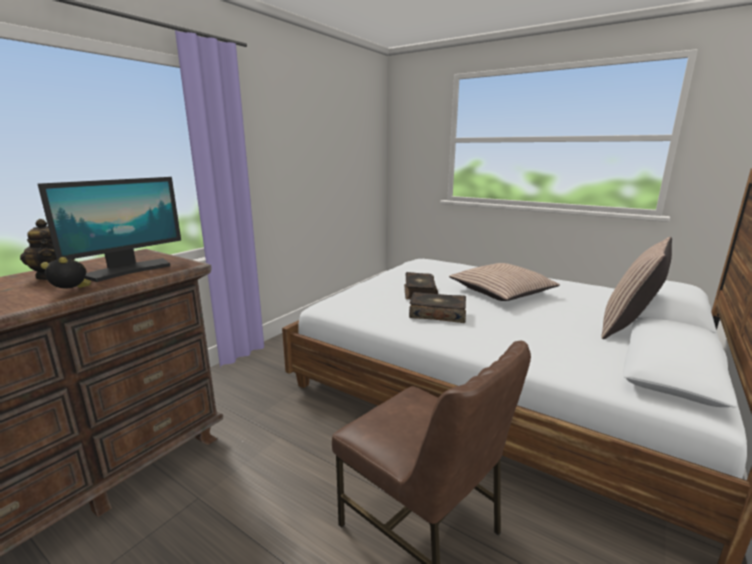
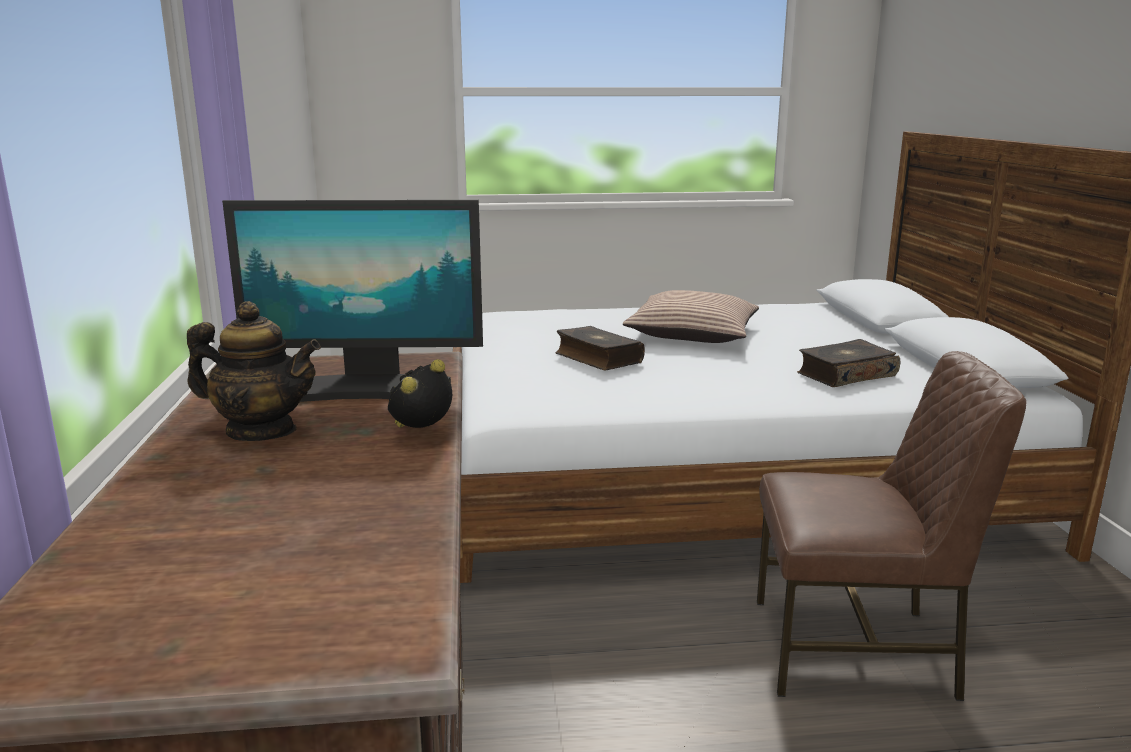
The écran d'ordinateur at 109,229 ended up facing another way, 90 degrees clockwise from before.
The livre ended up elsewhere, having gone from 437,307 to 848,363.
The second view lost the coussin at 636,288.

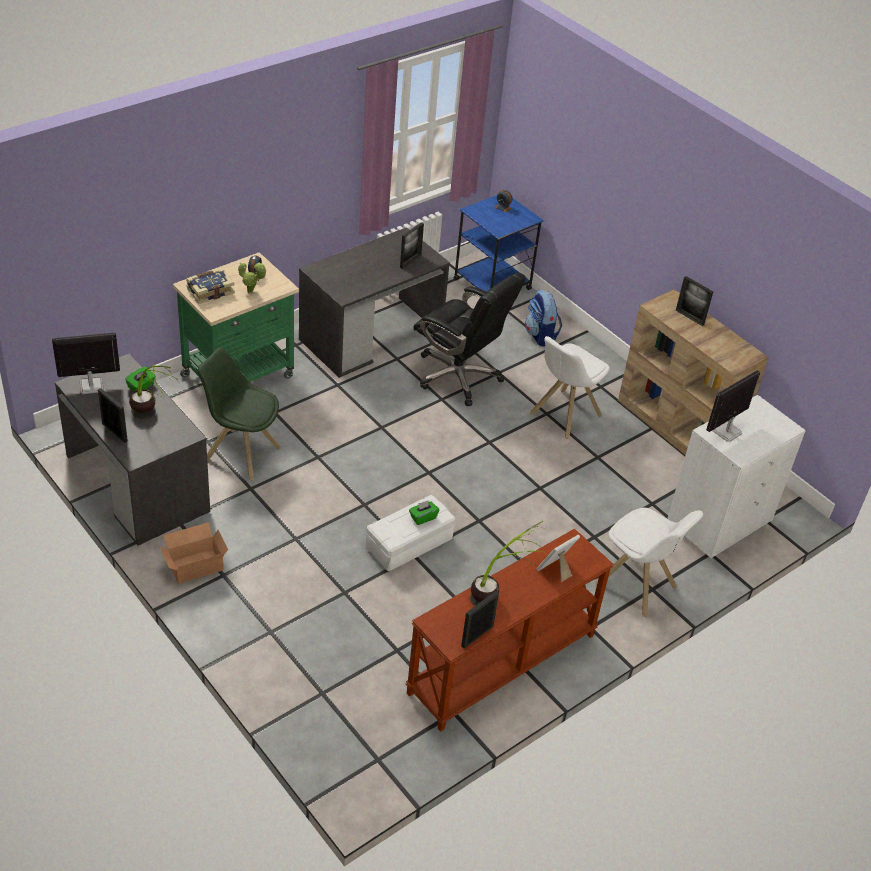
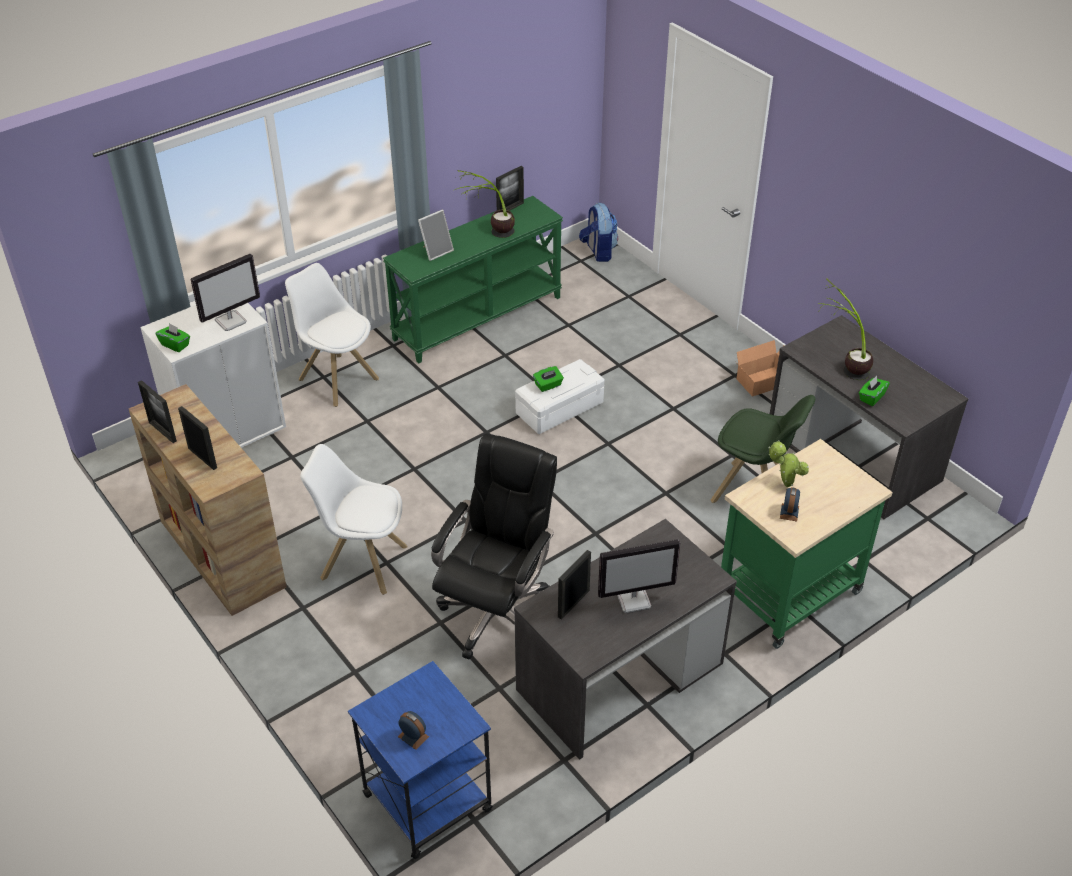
The cadre photo ended up elsewhere, having gone from 113,415 to 157,411.
The second view gained the boîte à mouchoirs (vert) at 173,337.
The chaise (blanc) at 570,387 ended up facing another way, 120 degrees counterclockwise from before.
What was the table console (marron) at 510,630 turned into the table console (vert) at 473,280.
The chaise de bureau (noir) at 469,339 ended up facing another way, 75 degrees clockwise from before.
The sac à dos ended up elsewhere, having gone from 543,318 to 598,232.
The écran d'ordinateur ended up elsewhere, having gone from 86,363 to 639,576.
The second view lost the livre at 210,286.

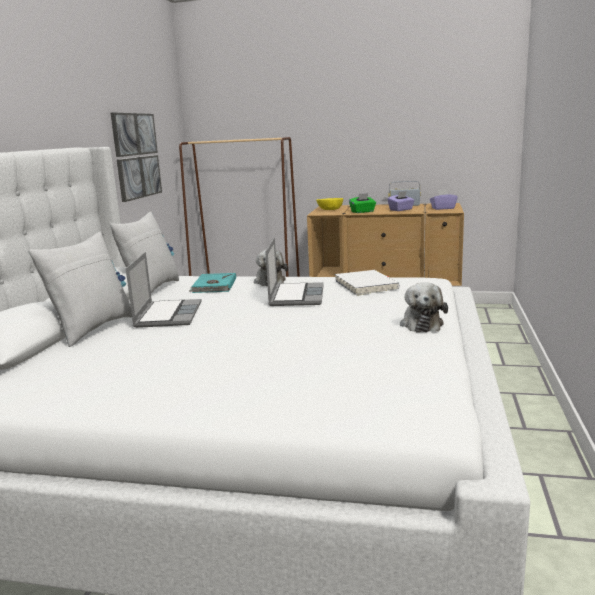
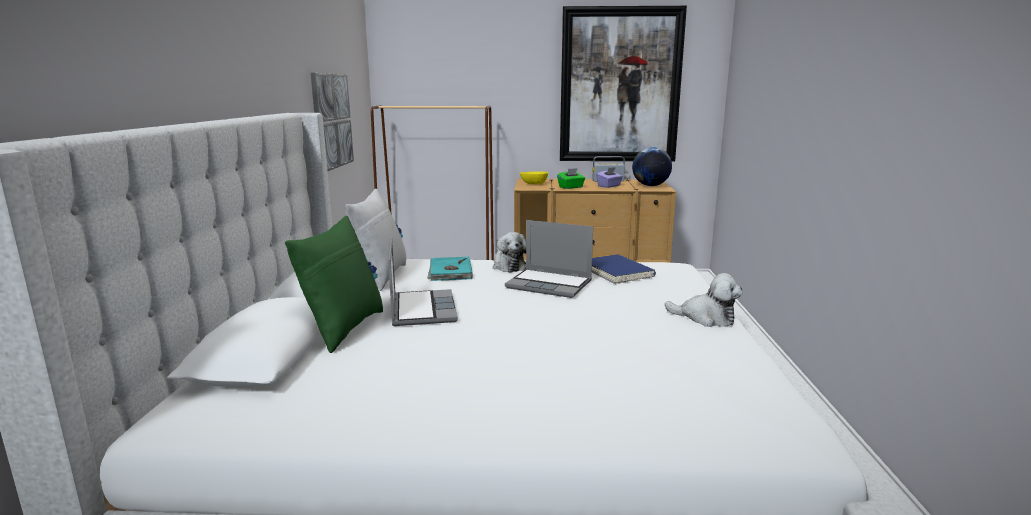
What was the coussin (gris) at 80,289 turned into the coussin (vert) at 334,284.
The ordinateur portable at 294,271 ended up facing another way, 120 degrees clockwise from before.
The second view gained the tableau at 623,84.
What was the livre (blanc) at 367,283 turned into the livre (bleu) at 624,269.
Where the boîte à mouchoirs (violet) stood at 444,199, the globe came to stand at 652,166.
The peluche at 424,307 ended up facing another way, 60 degrees counterclockwise from before.

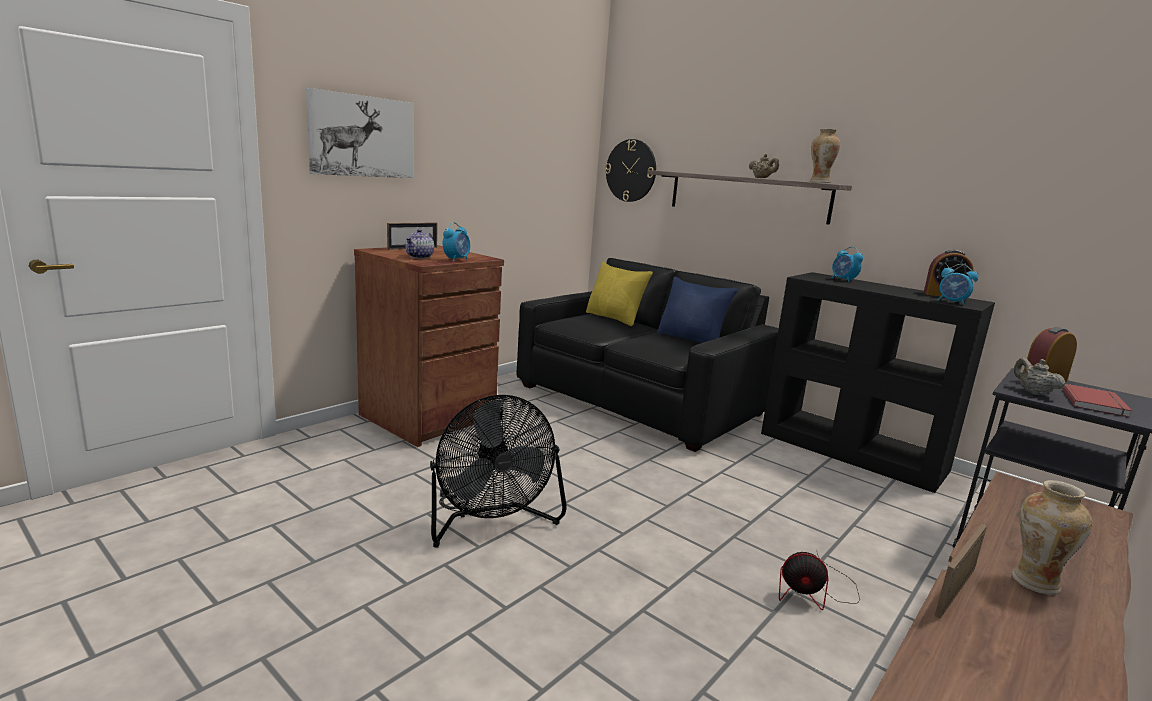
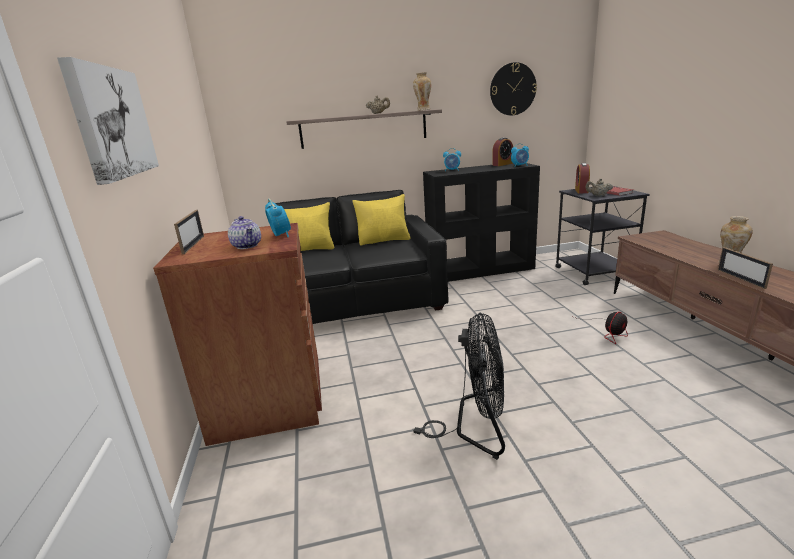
What was the coussin (bleu) at 697,310 turned into the coussin (jaune) at 382,219.
The horloge murale ended up elsewhere, having gone from 630,170 to 513,88.

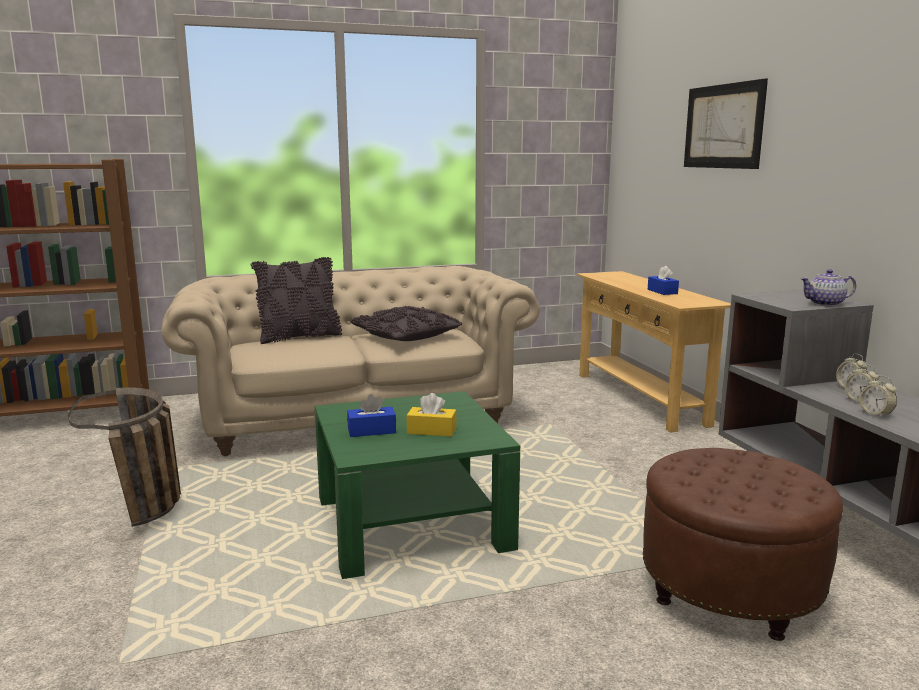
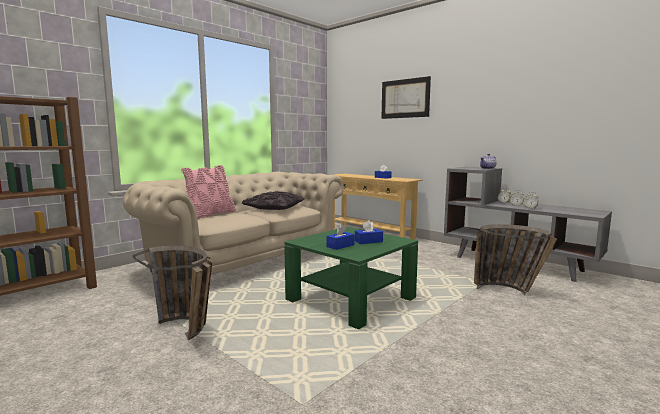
What was the coussin (noir) at 296,300 turned into the coussin (rose) at 208,192.
What was the boîte à mouchoirs (jaune) at 431,415 turned into the boîte à mouchoirs (bleu) at 369,232.
Where the pouf (marron) stood at 743,544, the panier came to stand at 515,260.

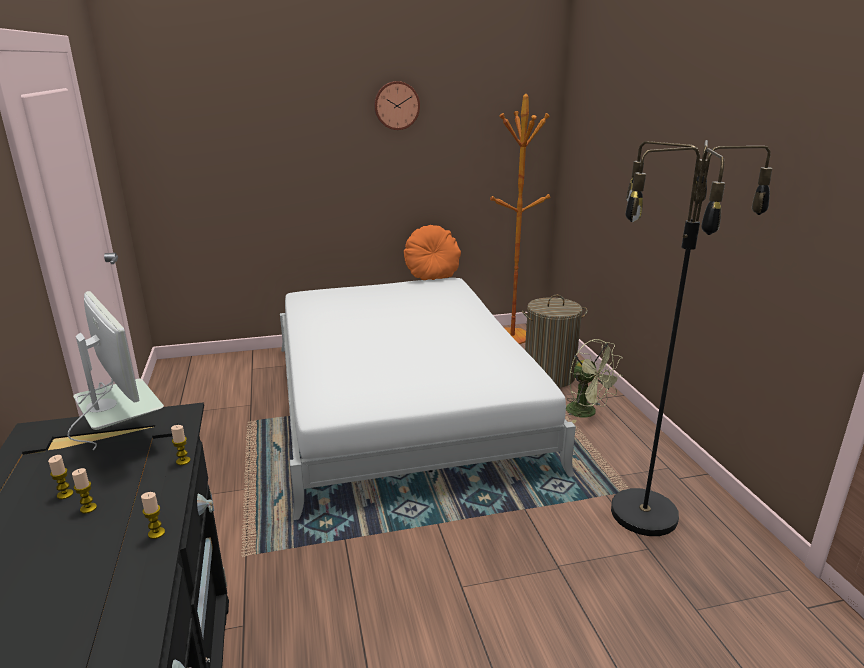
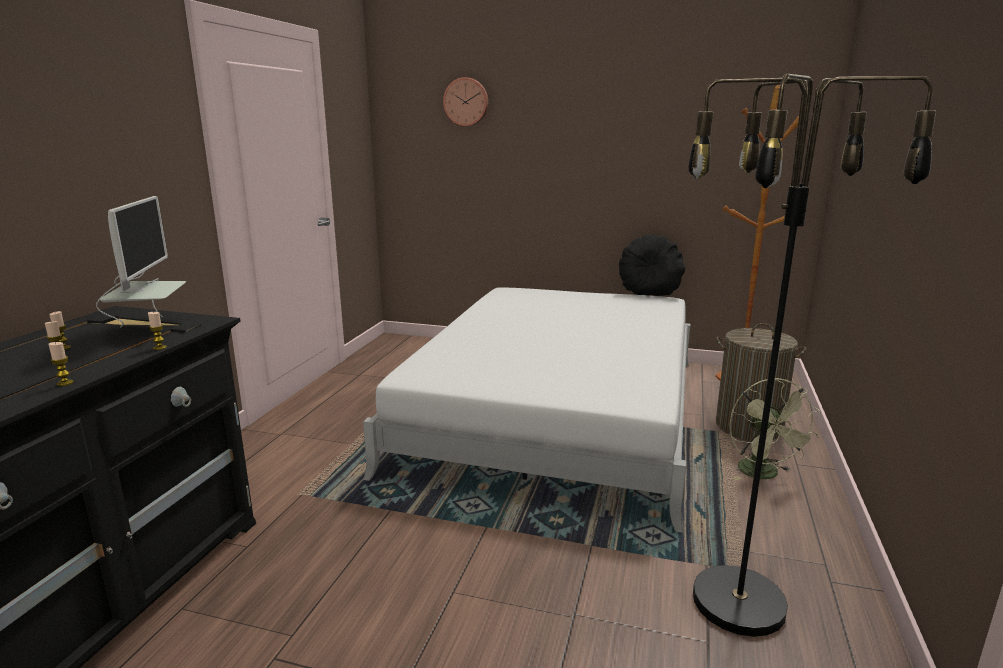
The horloge murale ended up elsewhere, having gone from 397,105 to 465,101.
What was the coussin (orange) at 432,252 turned into the coussin (noir) at 652,265.

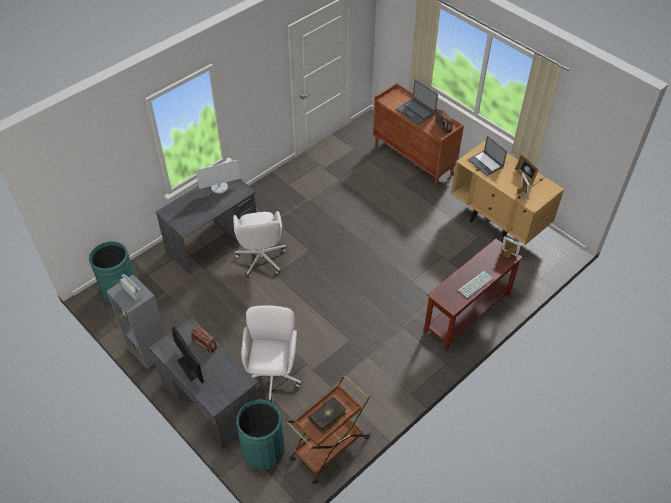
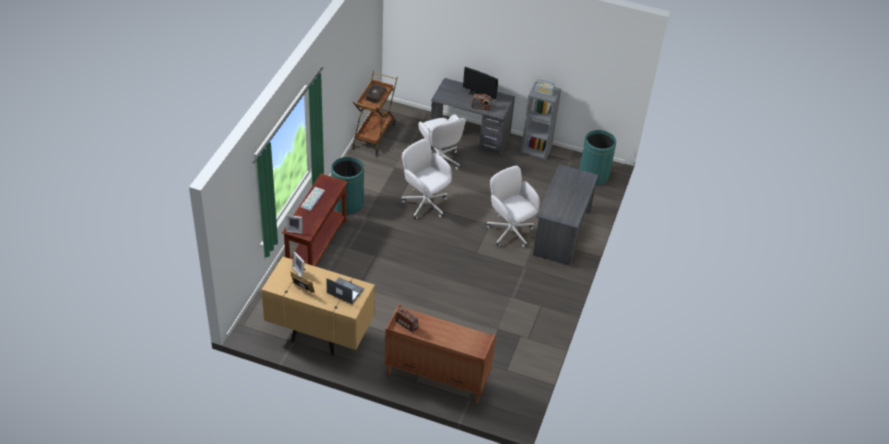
The poubelle (vert) ended up elsewhere, having gone from 260,434 to 347,186.
The second view gained the chaise de bureau (blanc) at 427,178.
The second view lost the écran d'ordinateur at 218,176.
The second view lost the ordinateur portable at 417,102.

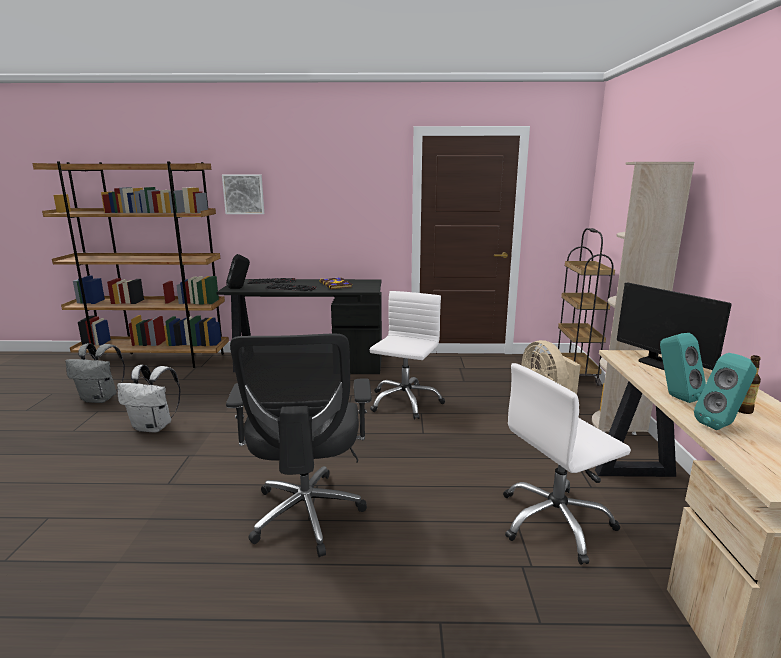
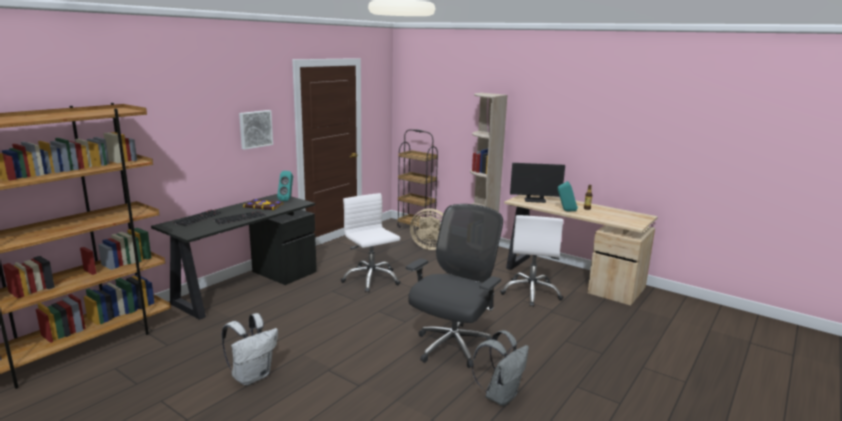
The tableau ended up elsewhere, having gone from 243,194 to 256,130.
The enceinte (turquoise) ended up elsewhere, having gone from 725,391 to 285,186.
The chaise de bureau at 299,445 ended up facing another way, 90 degrees counterclockwise from before.
The sac à dos (gris) ended up elsewhere, having gone from 95,373 to 500,368.
The second view lost the enceinte (noir) at 238,271.

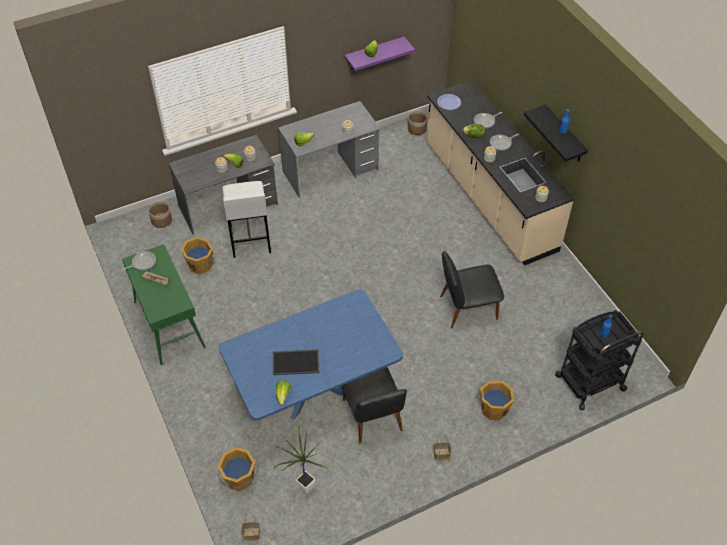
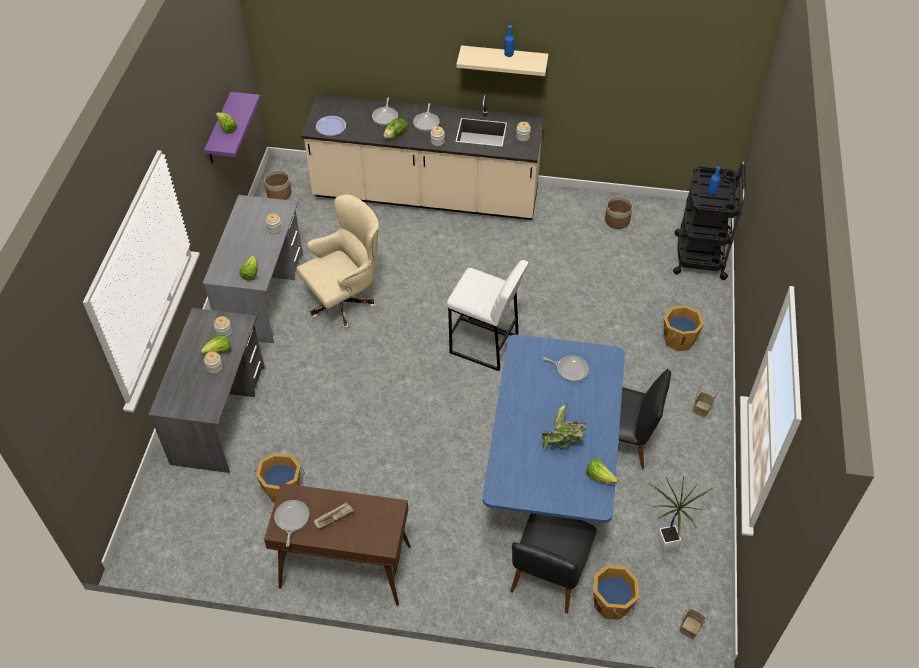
What was the table console (vert) at 164,304 turned into the table console (marron) at 337,544.
The second view gained the chaise de bureau (beige) at 338,261.
The tabouret (blanc) ended up elsewhere, having gone from 247,219 to 488,315.
What was the étagère (noir) at 556,133 turned into the étagère (beige) at 502,60.
The chaise (noir) ended up elsewhere, having gone from 472,289 to 553,563.
Where the plateau stood at 296,362, the plante en pot came to stand at 564,426.
The second view gained the poêle at 566,368.
The cache-pot ended up elsewhere, having gone from 160,214 to 619,212.

